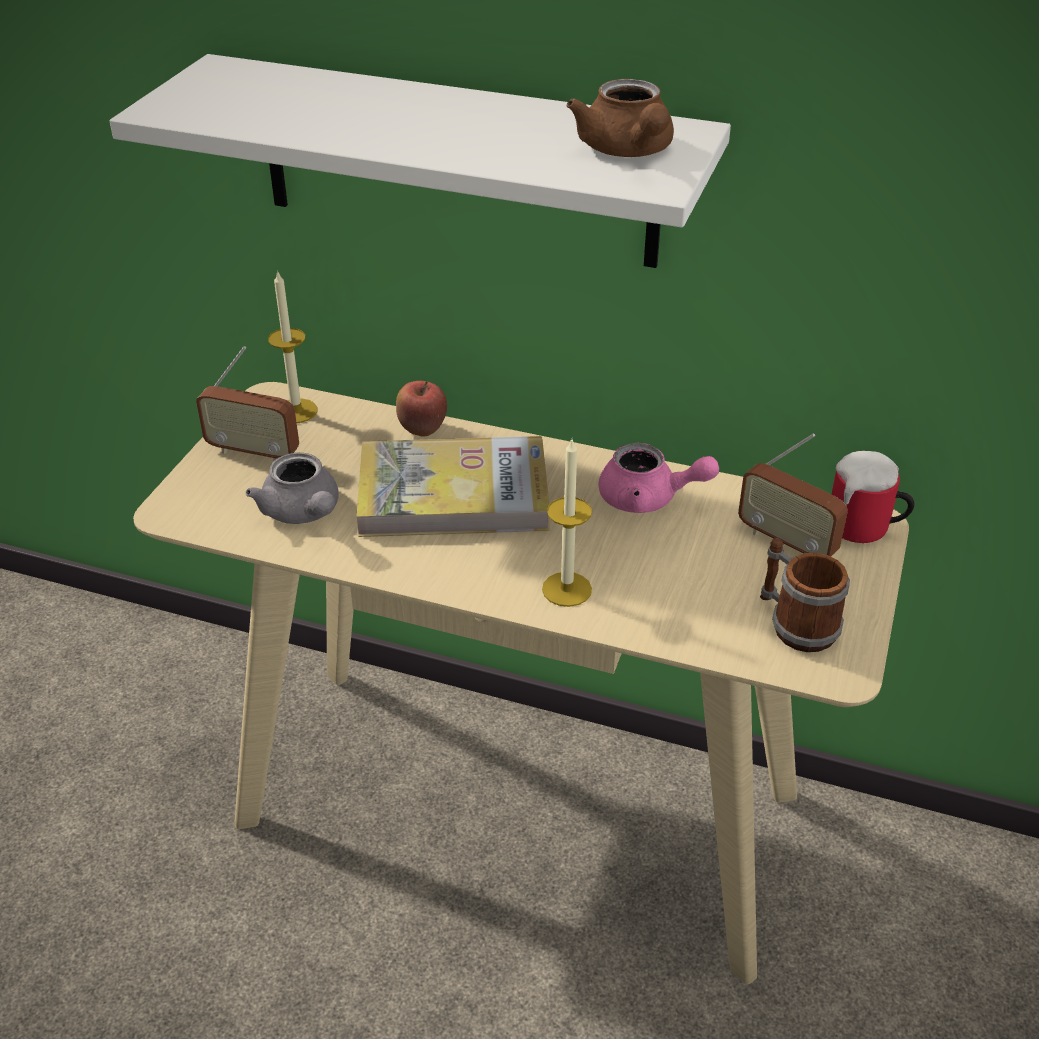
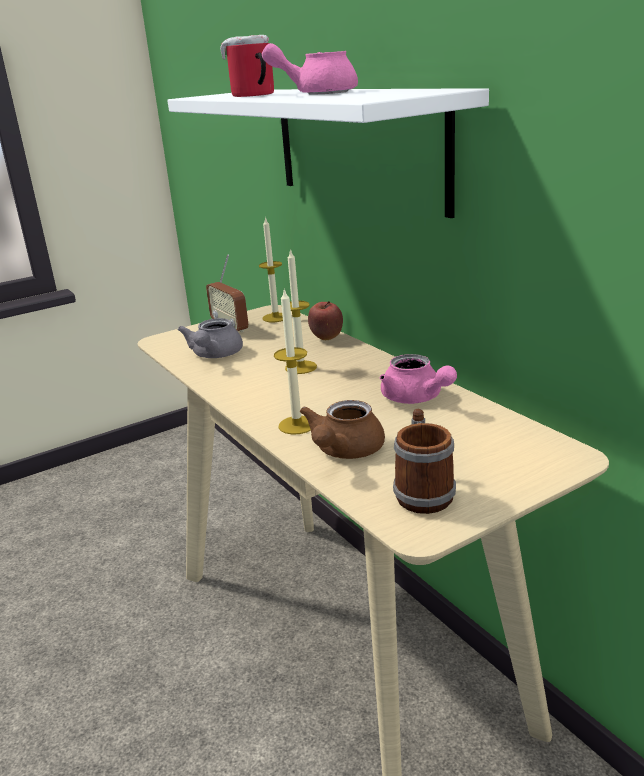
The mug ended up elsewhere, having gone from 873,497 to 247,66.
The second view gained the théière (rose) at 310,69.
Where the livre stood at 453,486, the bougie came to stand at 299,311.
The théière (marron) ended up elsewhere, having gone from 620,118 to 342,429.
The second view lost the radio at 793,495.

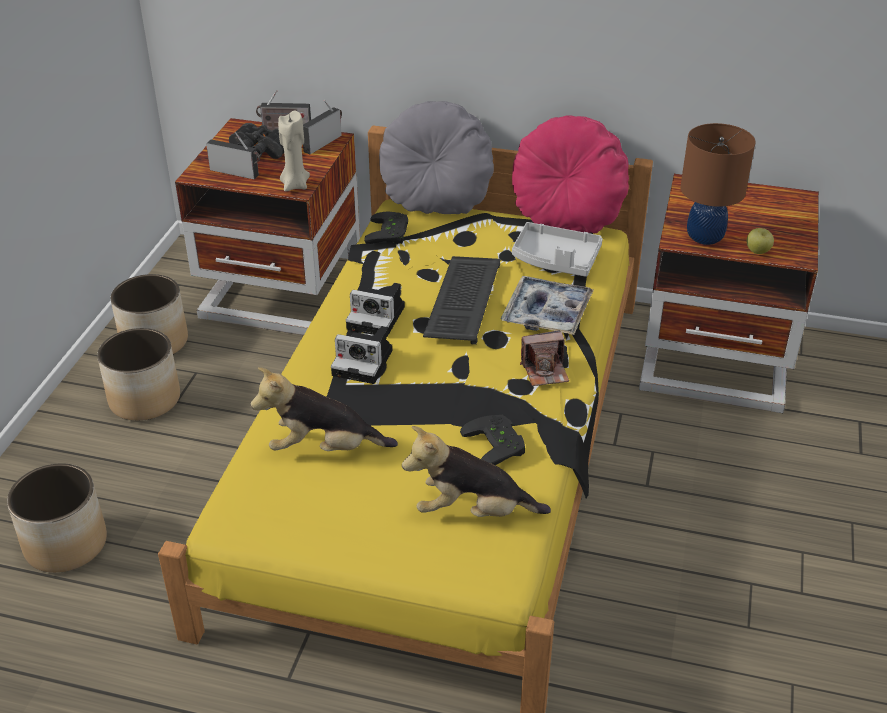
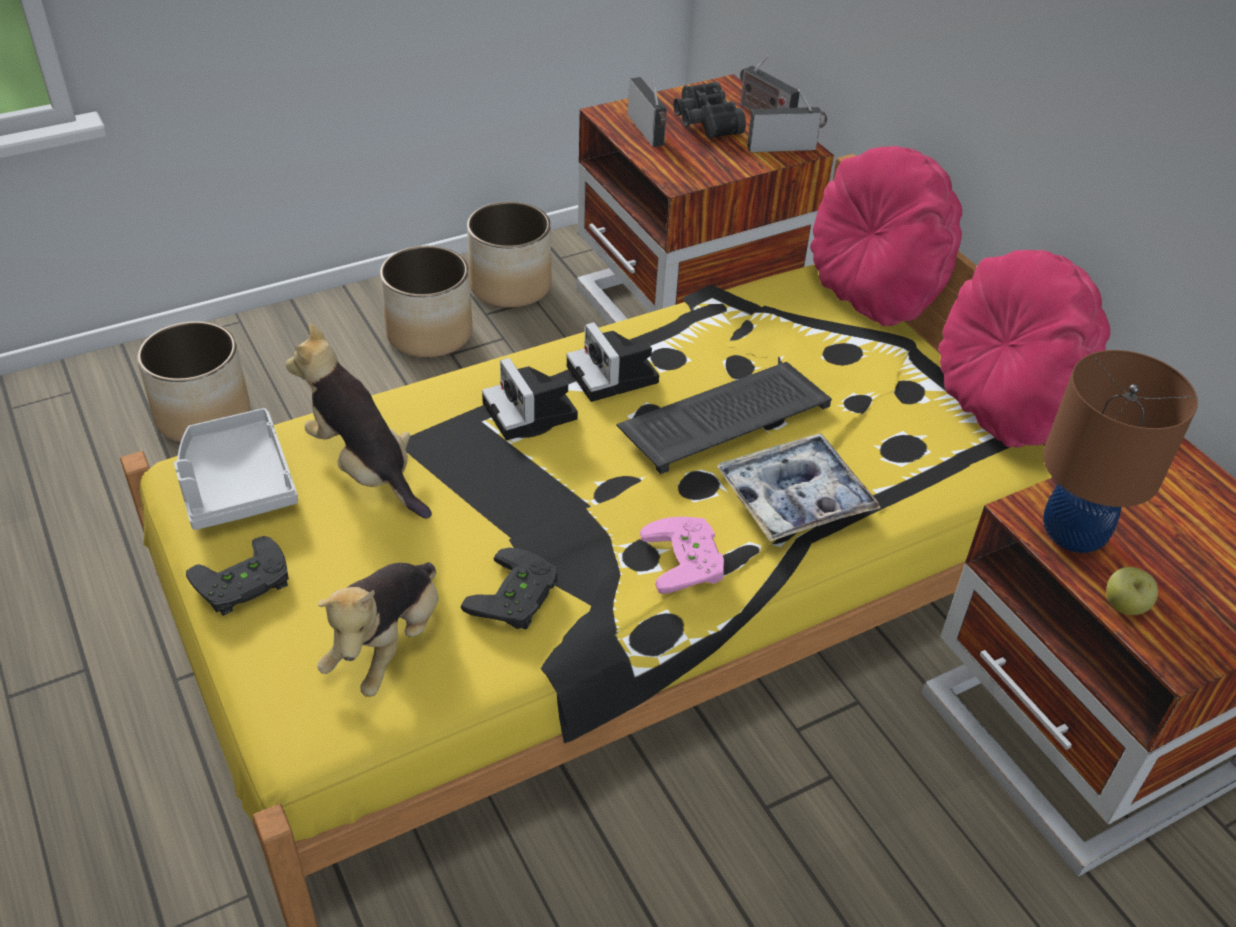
The plateau (gris) ended up elsewhere, having gone from 557,249 to 236,469.
The manette (noir) ended up elsewhere, having gone from 386,228 to 237,576.
The peluche at 476,471 ended up facing another way, 120 degrees counterclockwise from before.
Where the appareil photo stood at 544,358, the manette (rose) came to stand at 682,555.
What was the coussin (gris) at 436,157 turned into the coussin (rose) at 886,236.
The second view lost the bougie (beige) at 294,151.

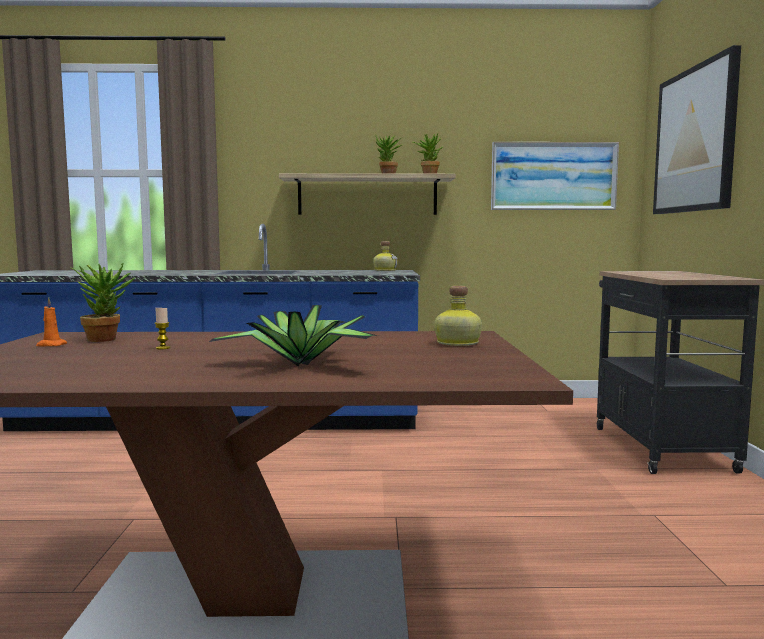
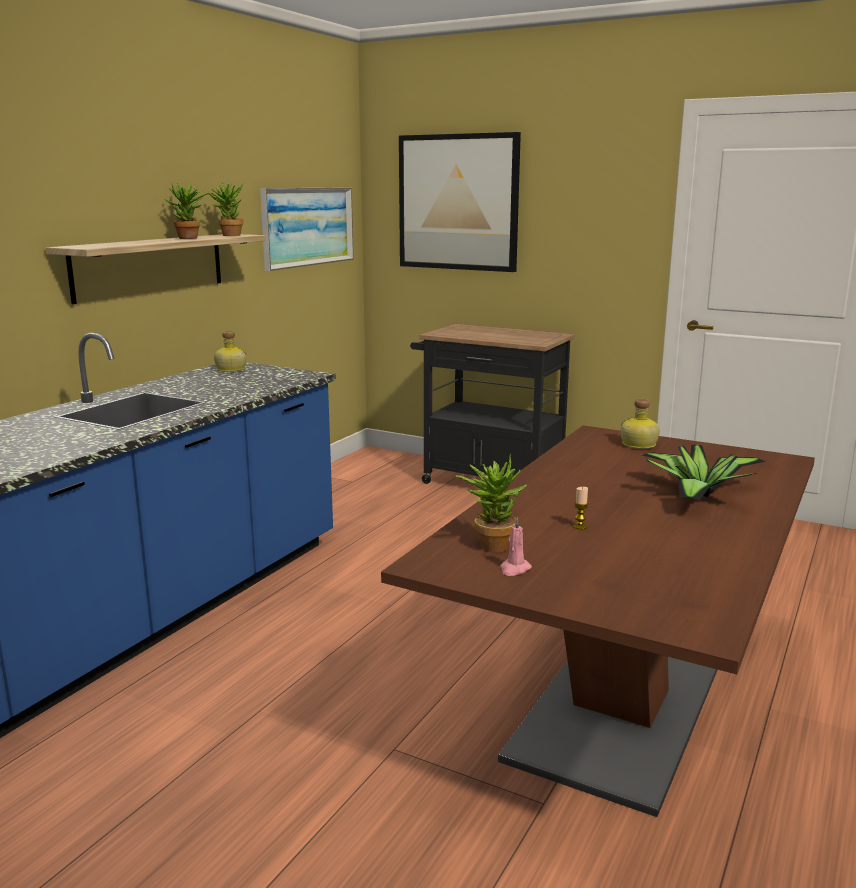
What was the bougie (orange) at 51,321 turned into the bougie (rose) at 516,546.

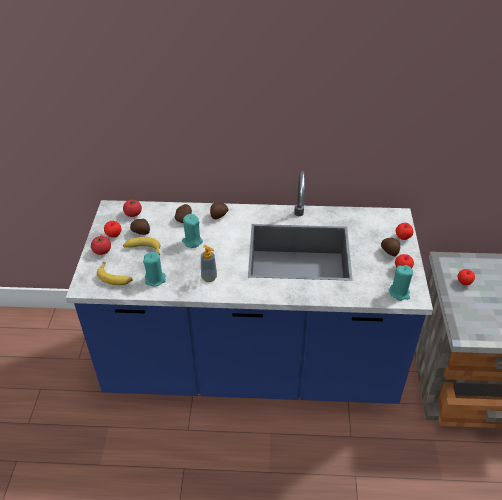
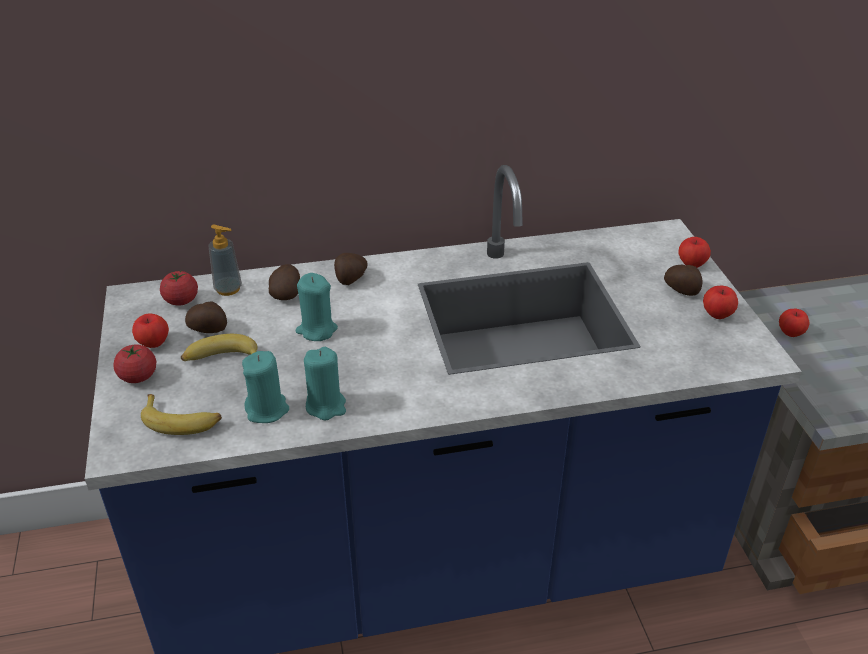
The distributeur de savon ended up elsewhere, having gone from 209,263 to 225,260.
The bougie (turquoise) ended up elsewhere, having gone from 401,283 to 325,383.

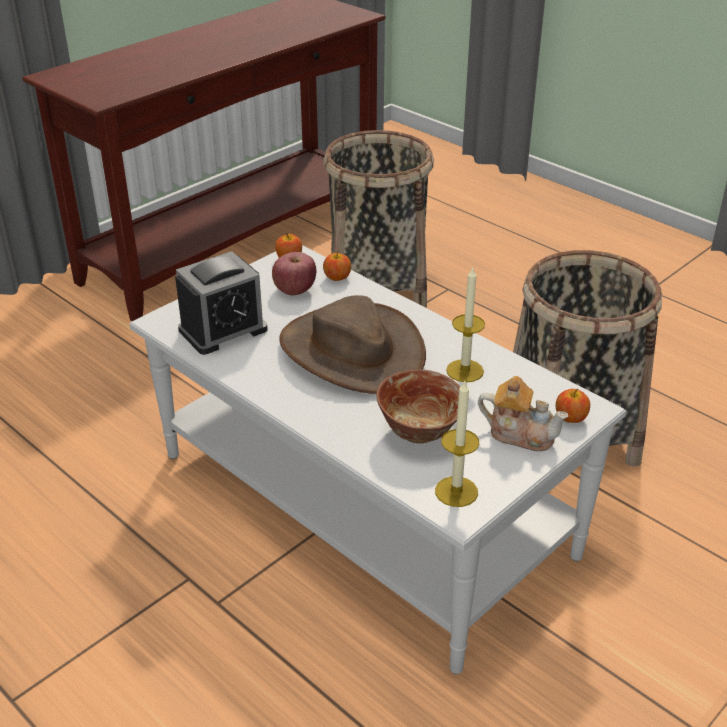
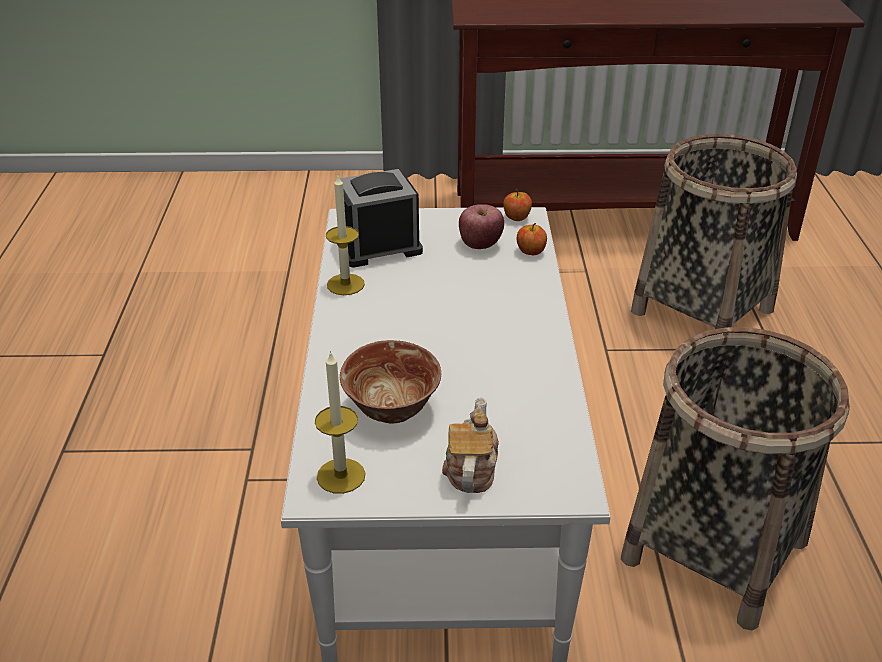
The bougie ended up elsewhere, having gone from 465,325 to 345,235.
The réveil at 221,303 ended up facing another way, 150 degrees clockwise from before.
The théière at 523,413 ended up facing another way, 150 degrees counterclockwise from before.
The second view lost the chapeau (marron) at 352,344.
The second view lost the pomme at 573,406.

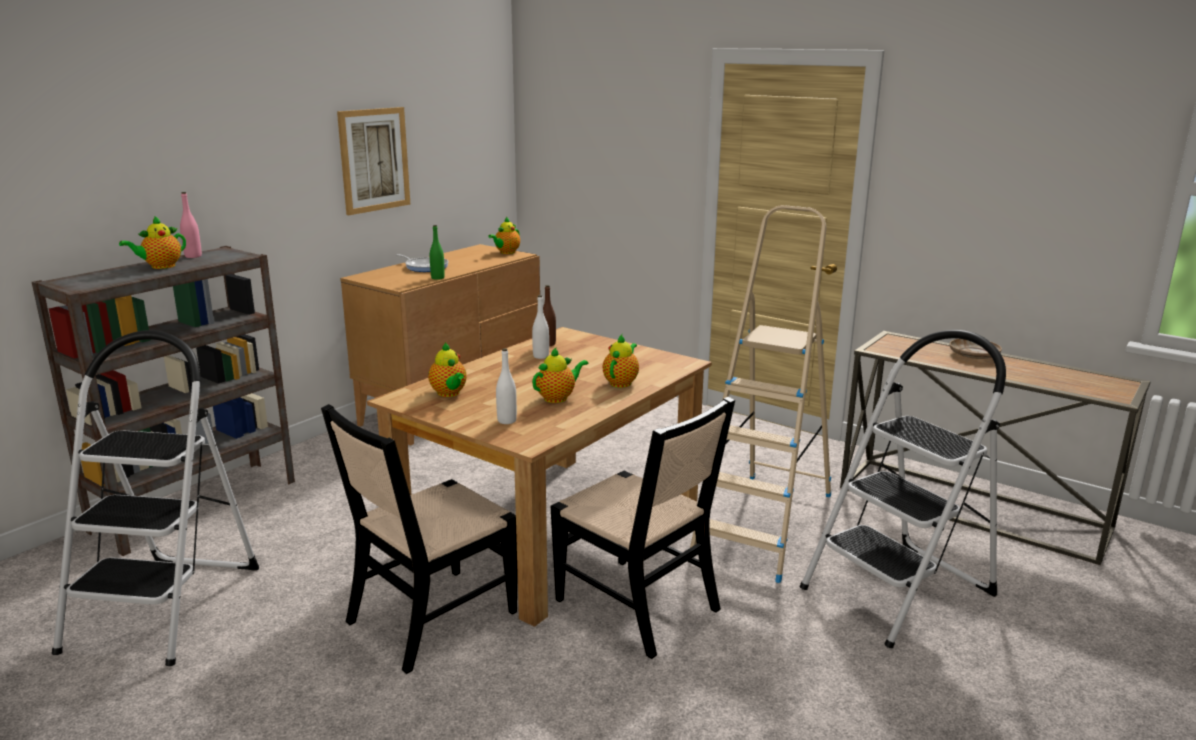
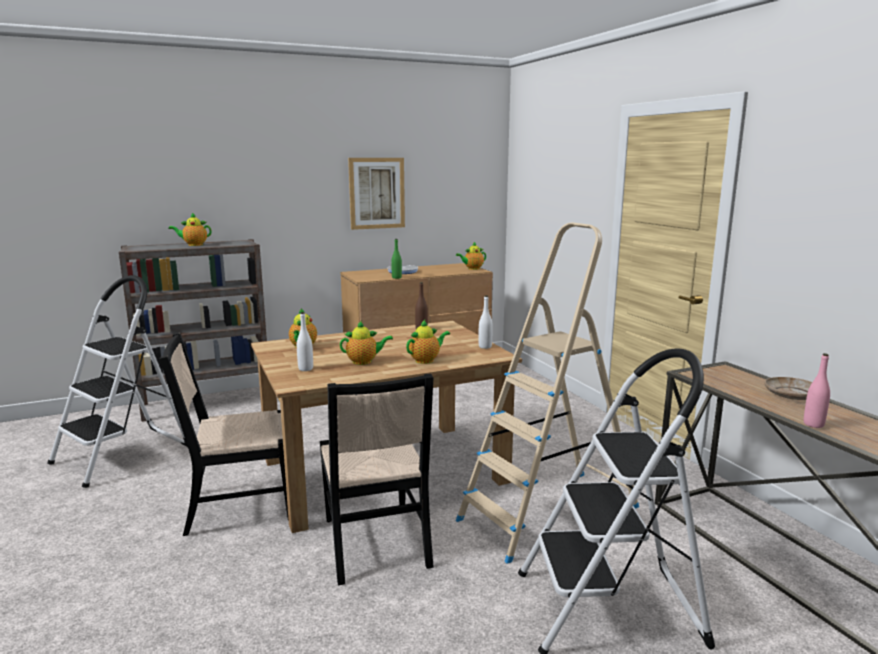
The bouteille (blanc) ended up elsewhere, having gone from 540,327 to 486,322.
The bouteille (rose) ended up elsewhere, having gone from 191,225 to 817,390.

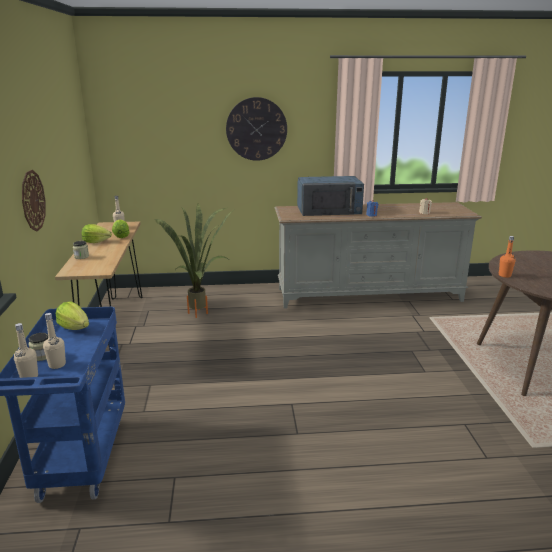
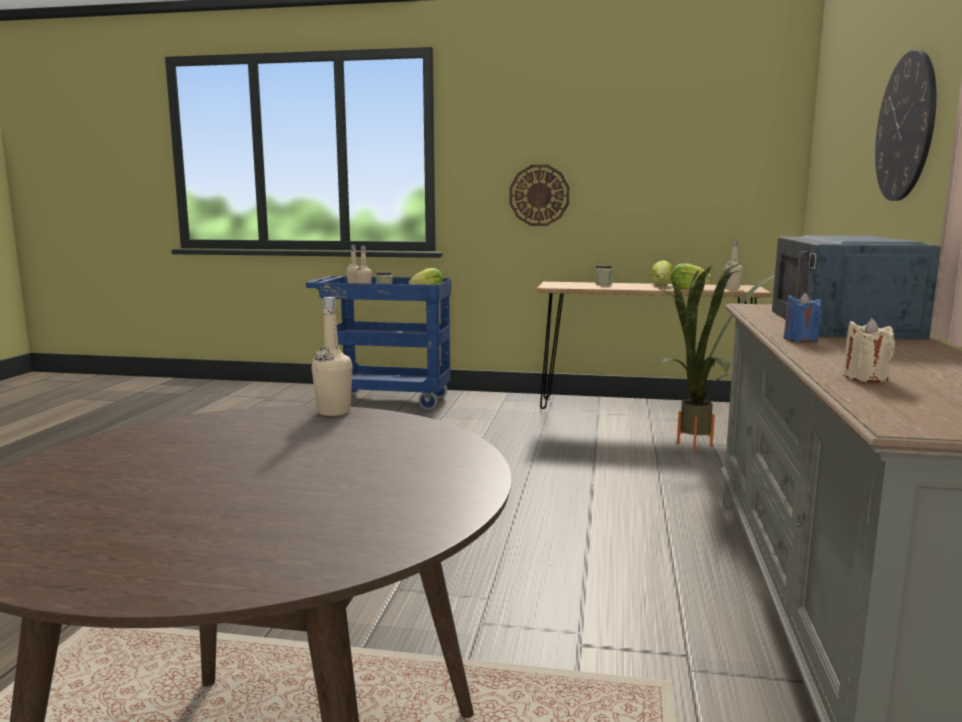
What was the bouteille (orange) at 507,257 turned into the bouteille (beige) at 332,356.

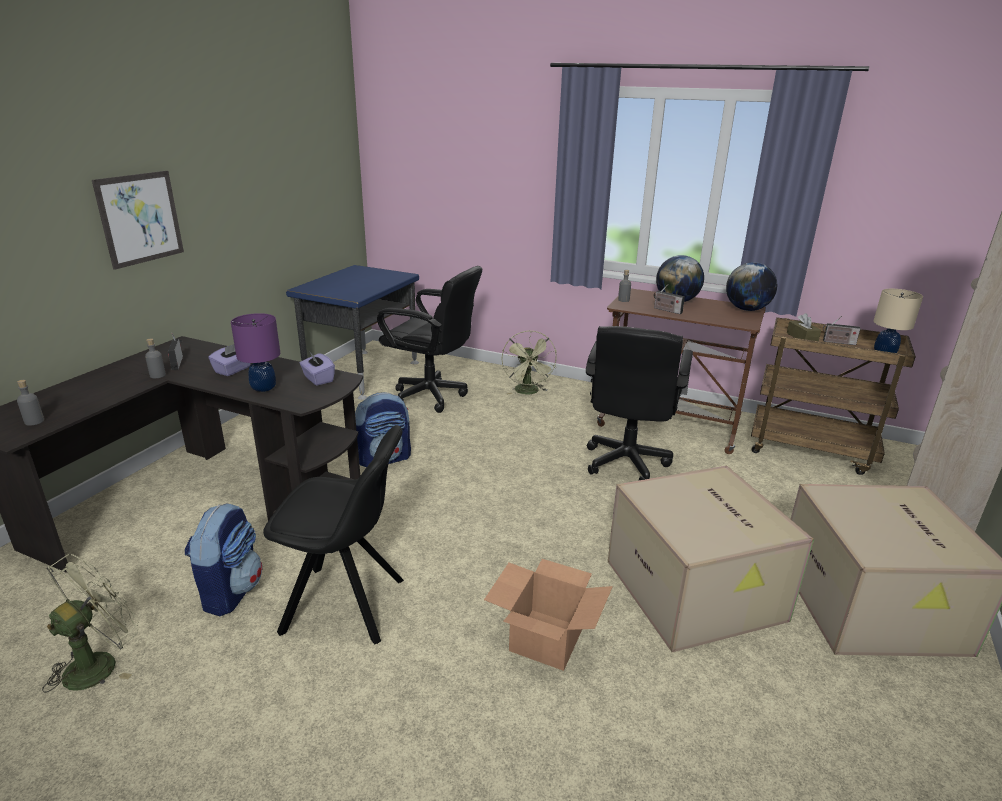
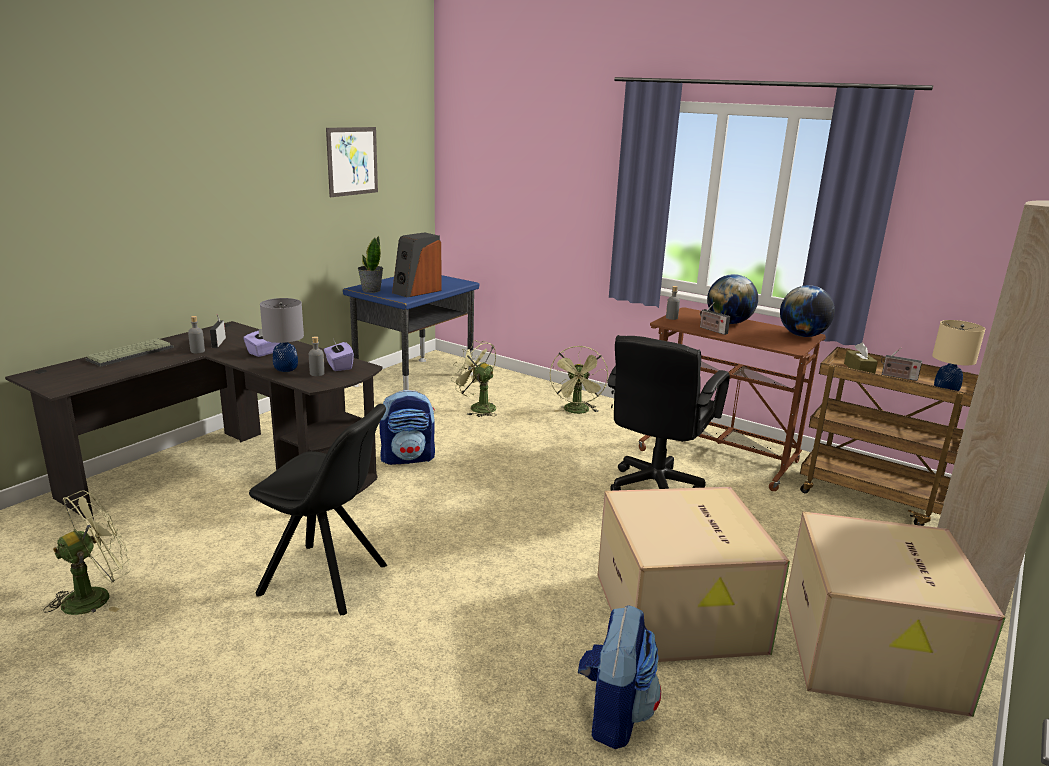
The second view gained the clavier at 129,352.
What was the lampe de table (violet) at 255,352 turned into the lampe de table (gris) at 282,335.
The bouteille (gris) ended up elsewhere, having gone from 30,403 to 317,356.
The tableau ended up elsewhere, having gone from 138,220 to 352,162.
The second view gained the plante en pot at 370,264.
The second view gained the enceinte at 417,264.
Where the chaise de bureau (noir) stood at 430,339, the ventilateur (vert) came to stand at 474,378.
The sac à dos ended up elsewhere, having gone from 223,559 to 619,677.
The second view lost the carton at 548,615.

